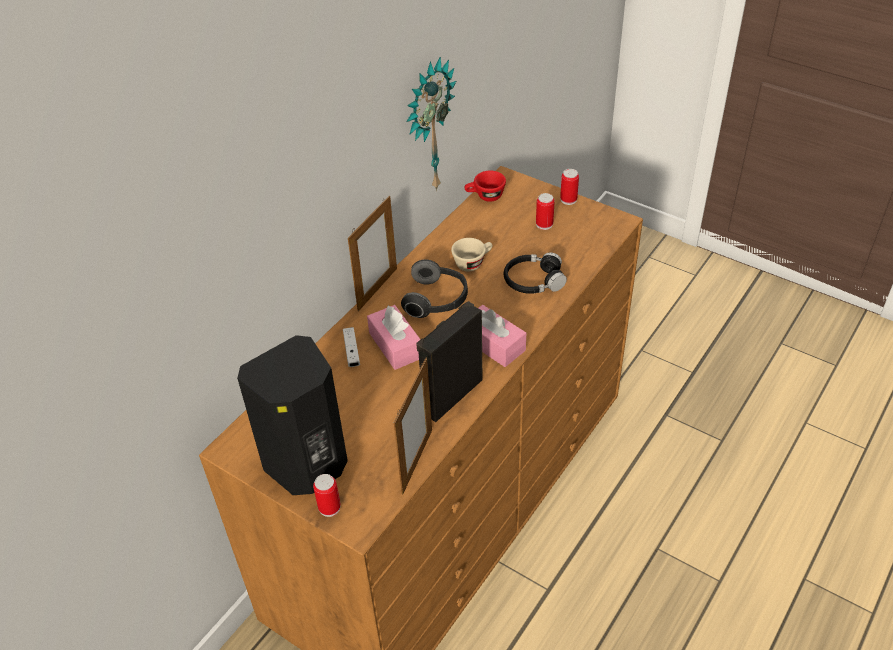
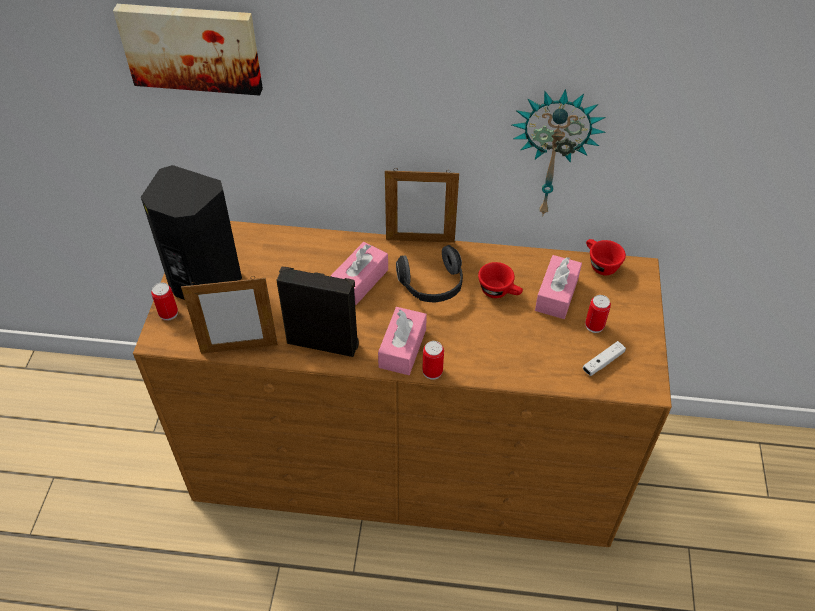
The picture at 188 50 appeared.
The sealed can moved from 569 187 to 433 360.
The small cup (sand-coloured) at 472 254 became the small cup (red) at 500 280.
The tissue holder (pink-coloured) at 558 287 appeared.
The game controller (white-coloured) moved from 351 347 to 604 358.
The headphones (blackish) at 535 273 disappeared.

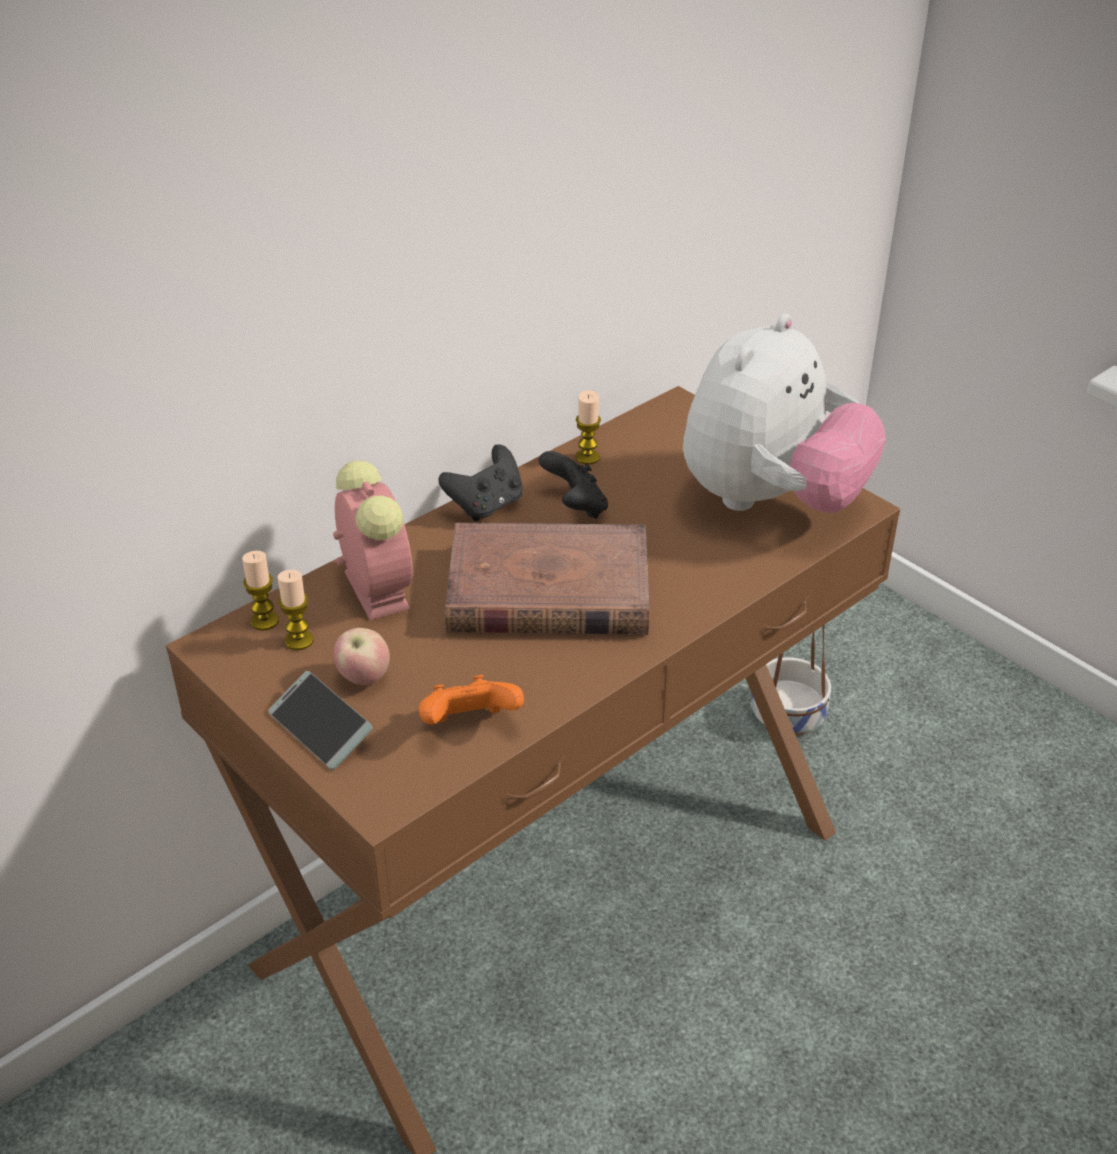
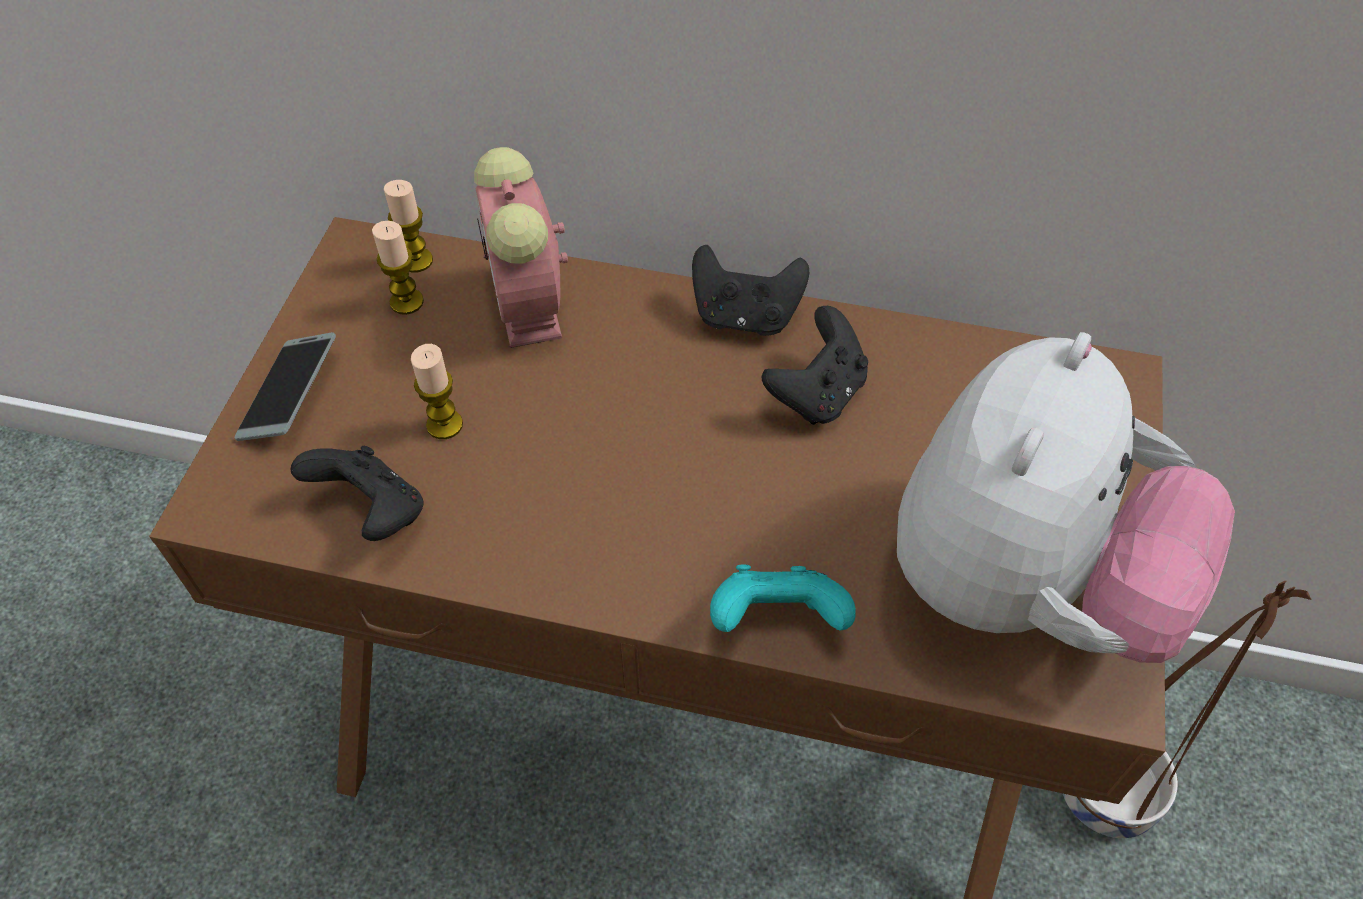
The game controller (orangey) at 471 699 became the game controller (blackish) at 357 493.
The wax candle moved from 588 427 to 437 391.
The alarm clock at 373 540 turned 135 degrees clockwise.
The game controller (blue-green) at 783 598 appeared.
The cuddly toy at 784 413 turned 60 degrees counterclockwise.
The whole apple at 361 656 disappeared.
The bound book (brown) at 547 579 disappeared.

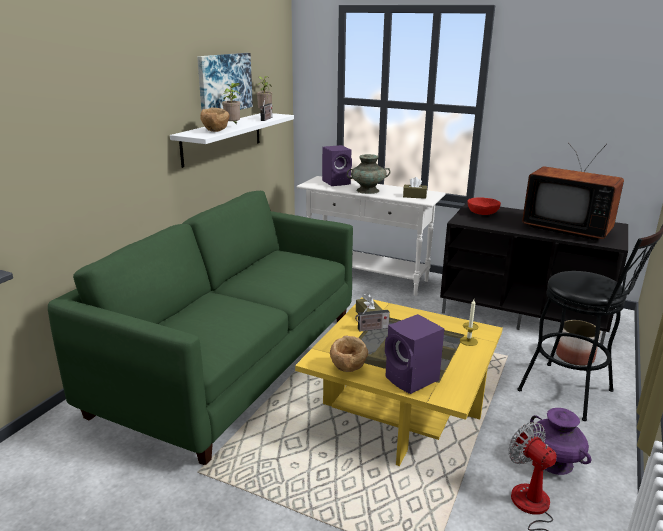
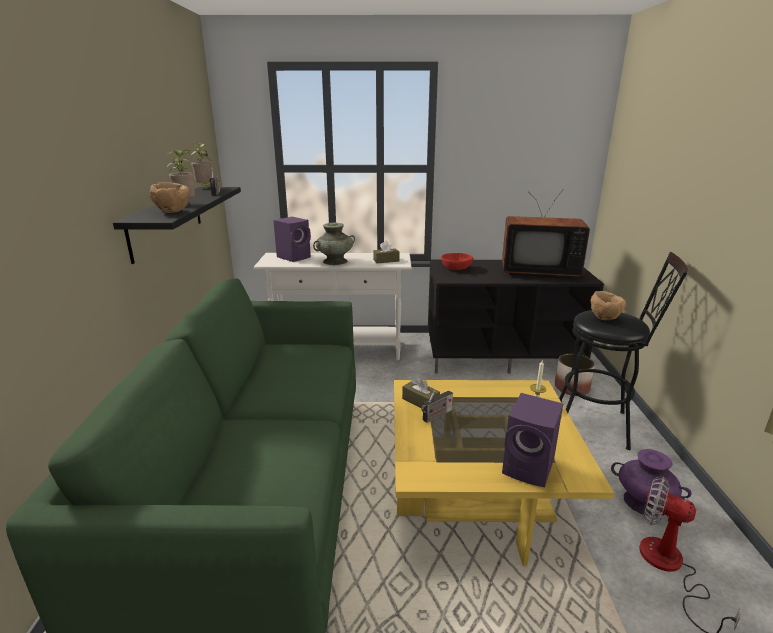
The wall shelf (white-coloured) at 232 140 became the wall shelf (blackish) at 177 225.
The serving bowl (brown) moved from 349 353 to 608 305.
The picture at 225 82 disappeared.

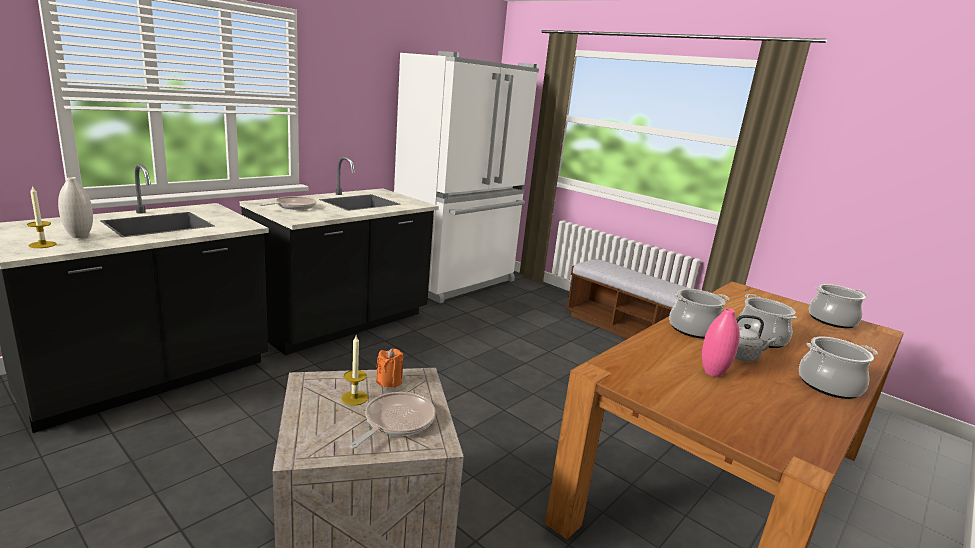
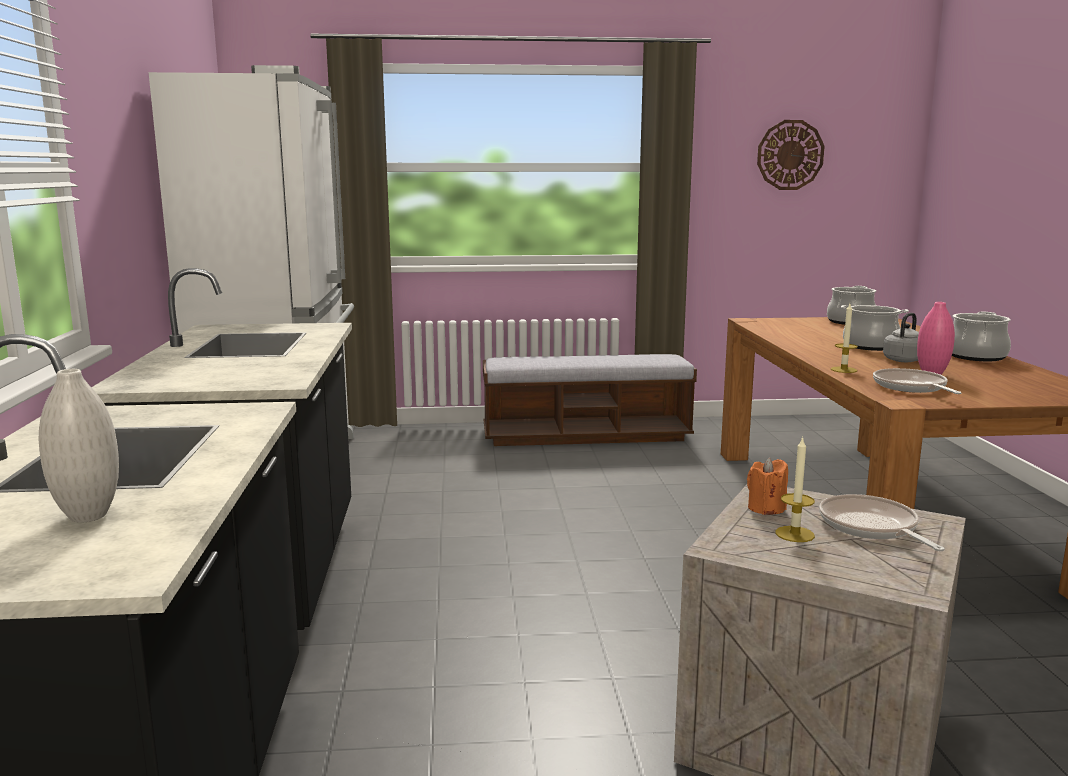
The wall clock at 791 155 appeared.
The wax candle moved from 42 216 to 844 338.
The pan moved from 288 203 to 917 381.
The cooking pot at 699 314 disappeared.

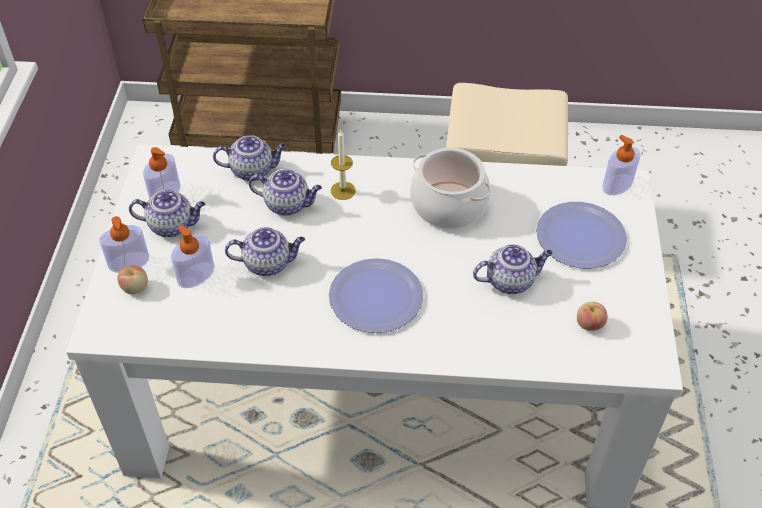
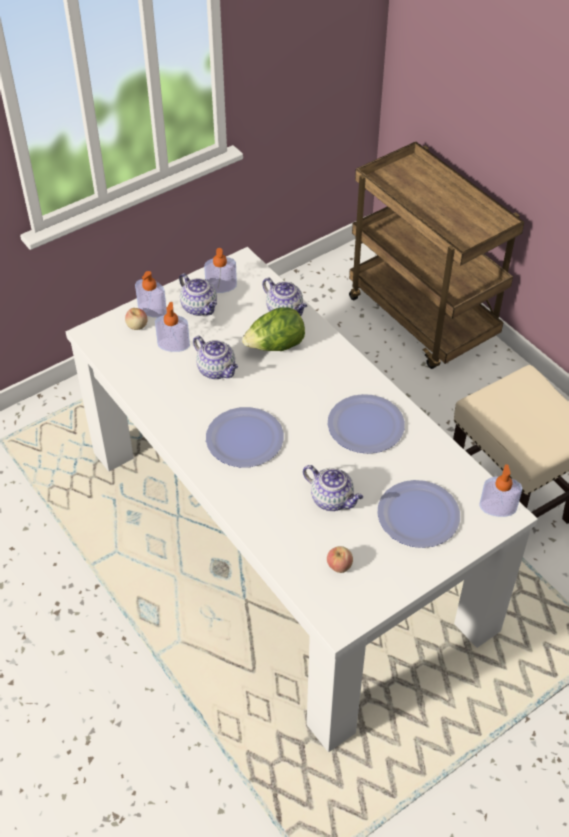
The tea pot at 285 192 was replaced by the lettuce at 273 329.
The cooking pot at 450 188 was replaced by the plate at 366 424.
The wax candle at 343 164 disappeared.

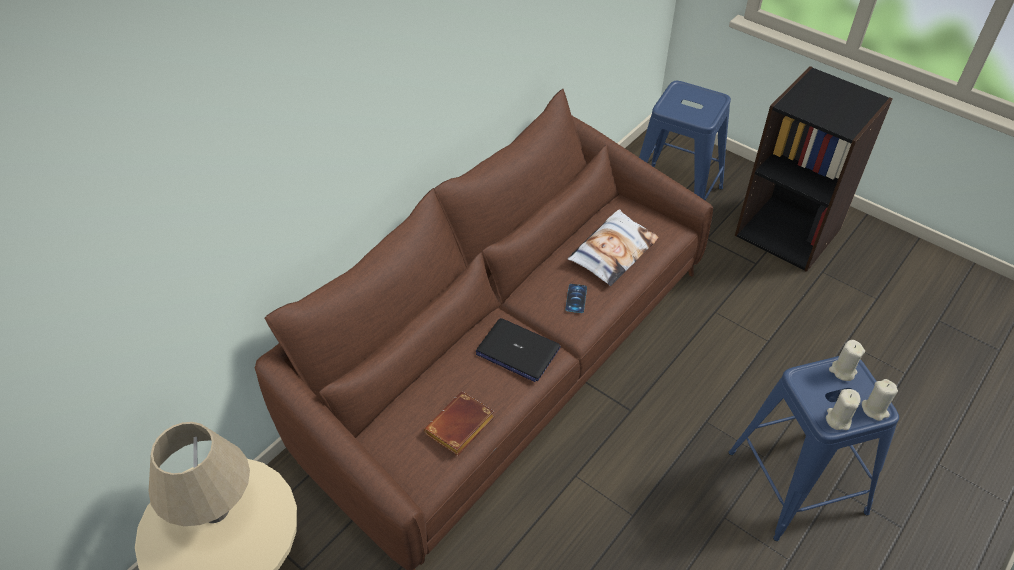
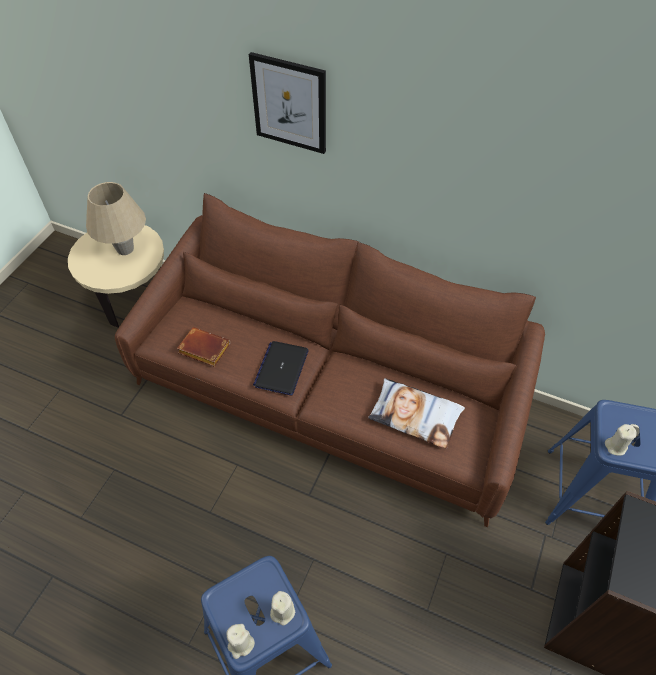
The picture at 287 103 appeared.
The wax candle (sand-coloured) moved from 843 409 to 620 440.
The handset at 576 298 disappeared.

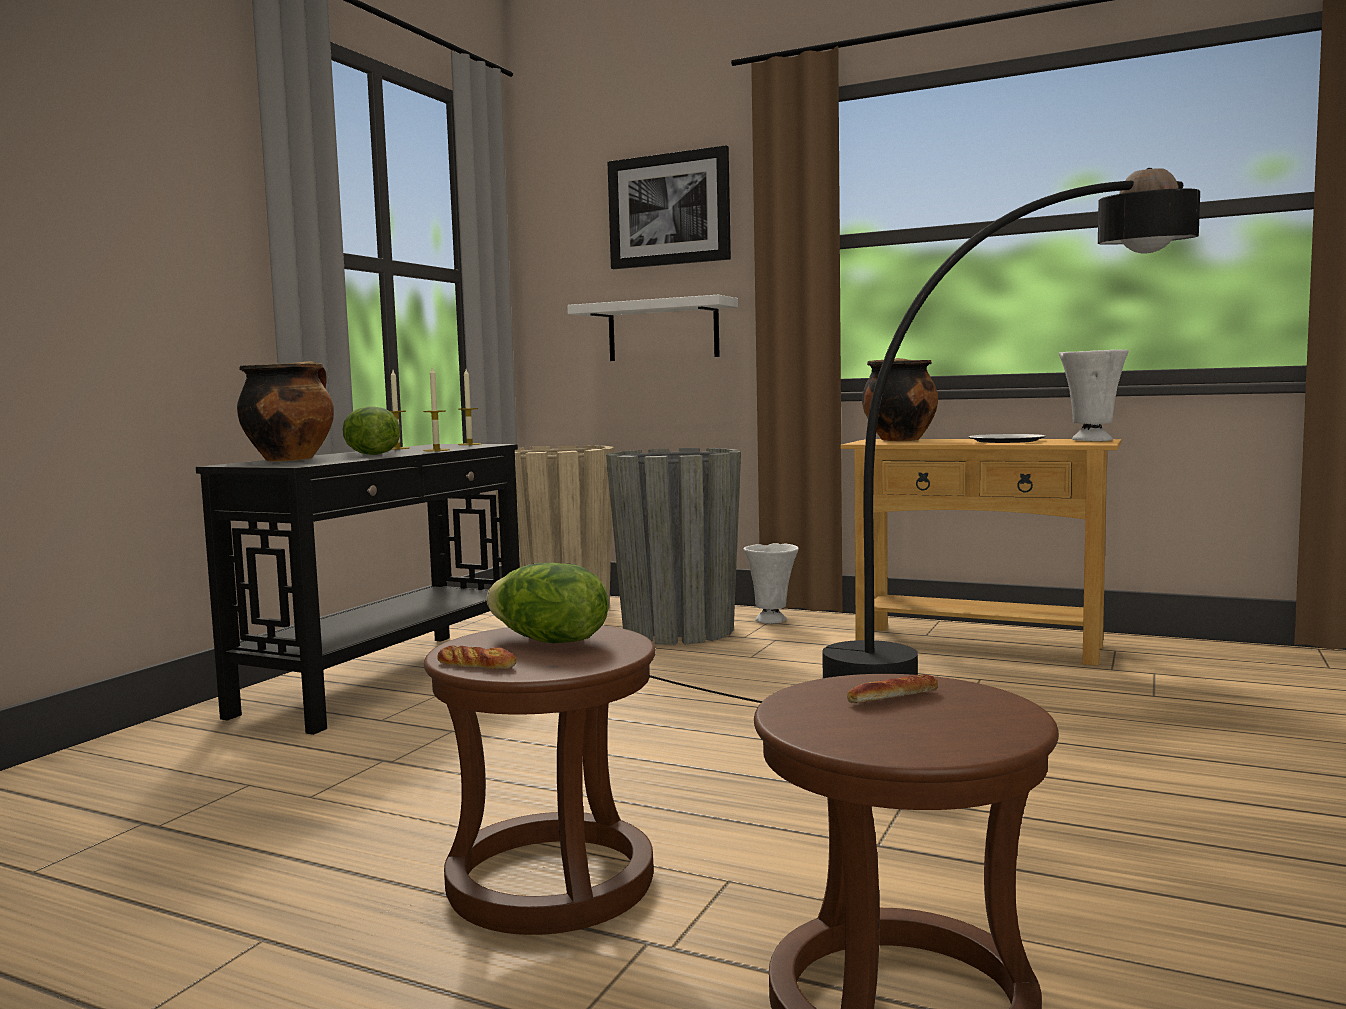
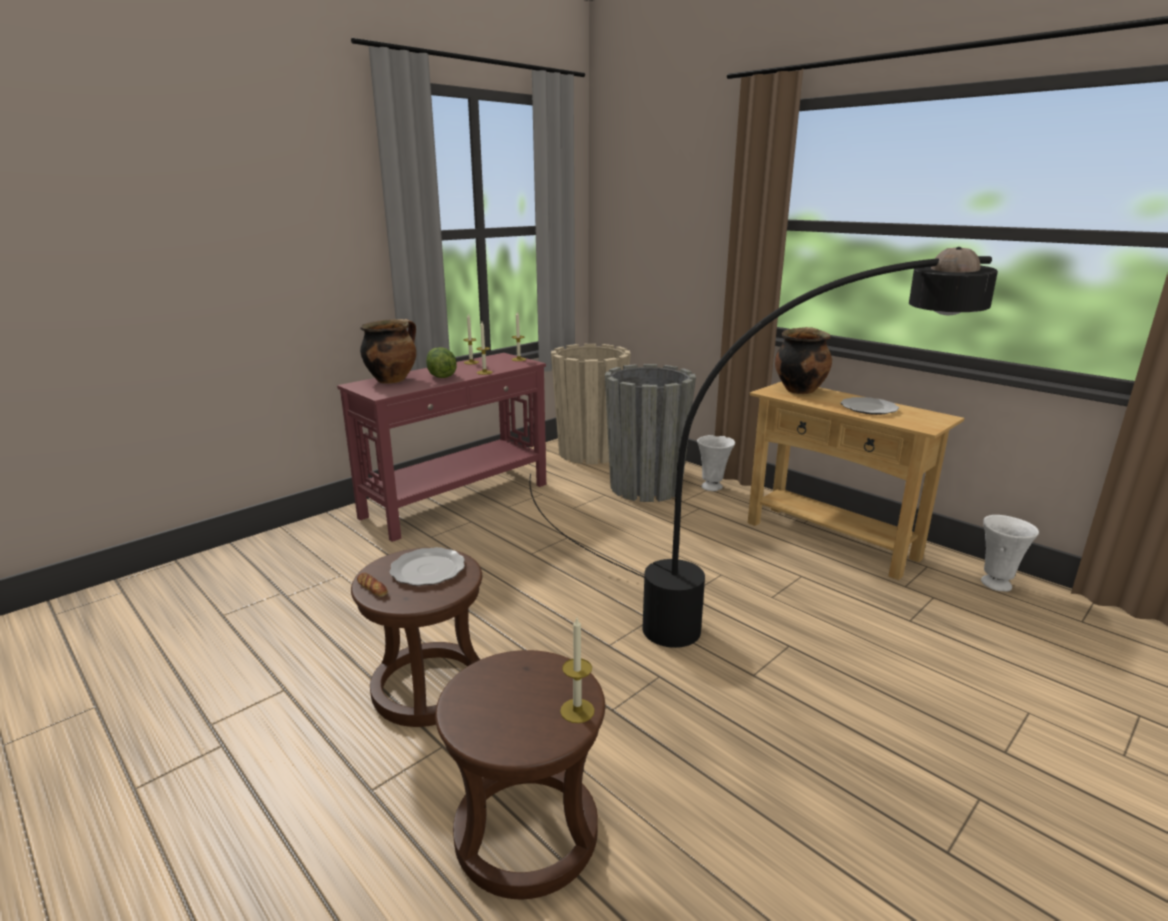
The hall table (blackish) at 358 589 became the hall table (red) at 441 447.
The lettuce at 547 602 was replaced by the plate at 427 566.
The wax candle at 577 670 appeared.
The vase (white-coloured) moved from 1094 395 to 1010 553.
The wall shelf (white-coloured) at 652 328 disappeared.
The picture at 669 207 disappeared.
The bread at 892 688 disappeared.

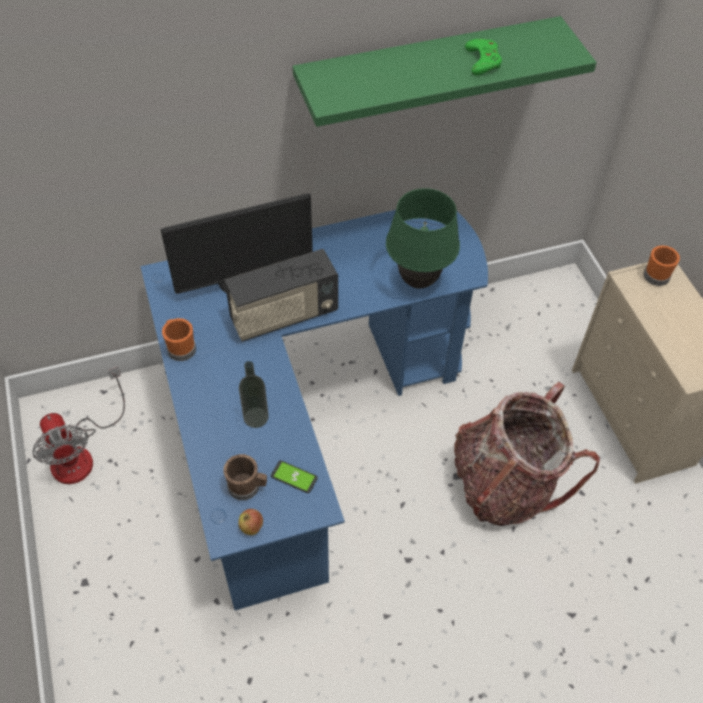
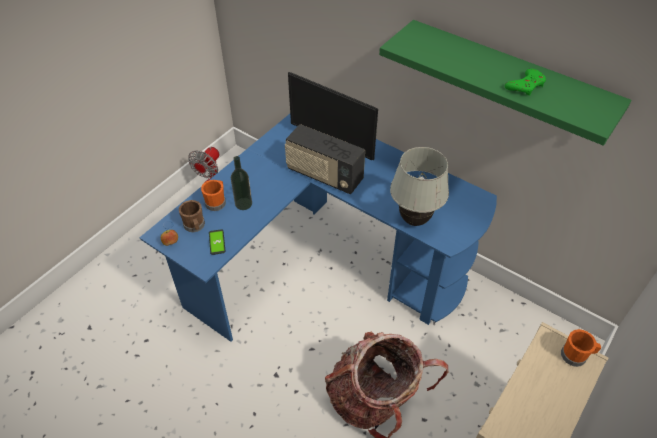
The tea mug (orangey) moved from 179 339 to 213 195.
The lamp for a table (greenish) at 423 238 became the lamp for a table (white-coloured) at 419 186.

